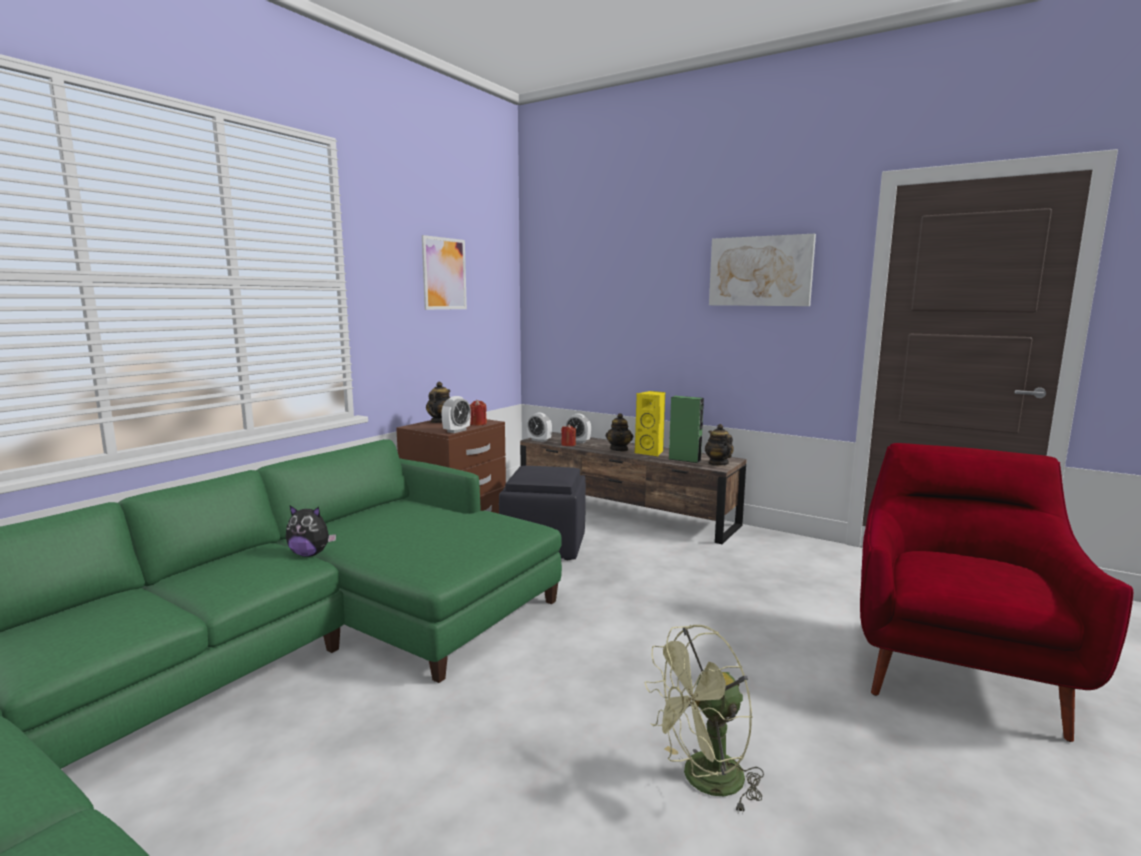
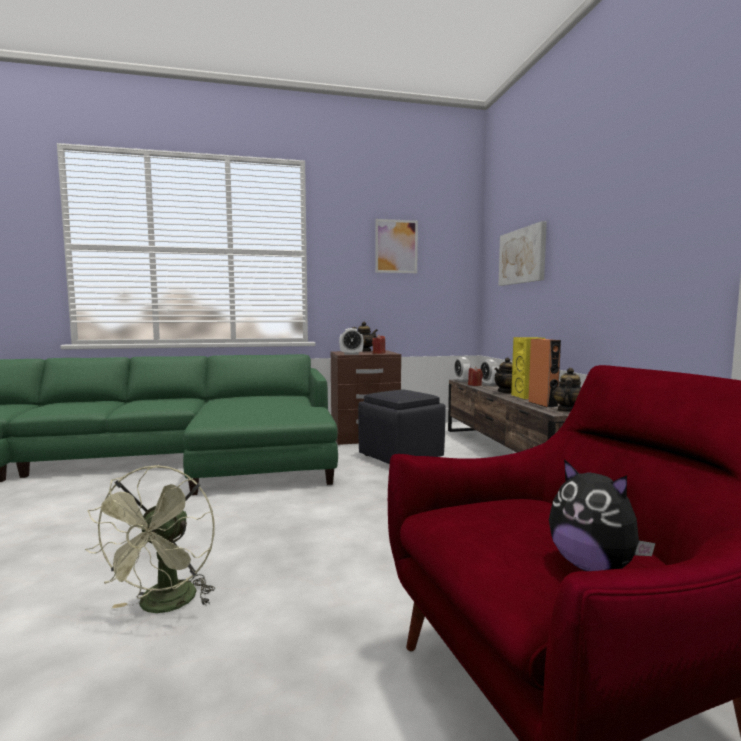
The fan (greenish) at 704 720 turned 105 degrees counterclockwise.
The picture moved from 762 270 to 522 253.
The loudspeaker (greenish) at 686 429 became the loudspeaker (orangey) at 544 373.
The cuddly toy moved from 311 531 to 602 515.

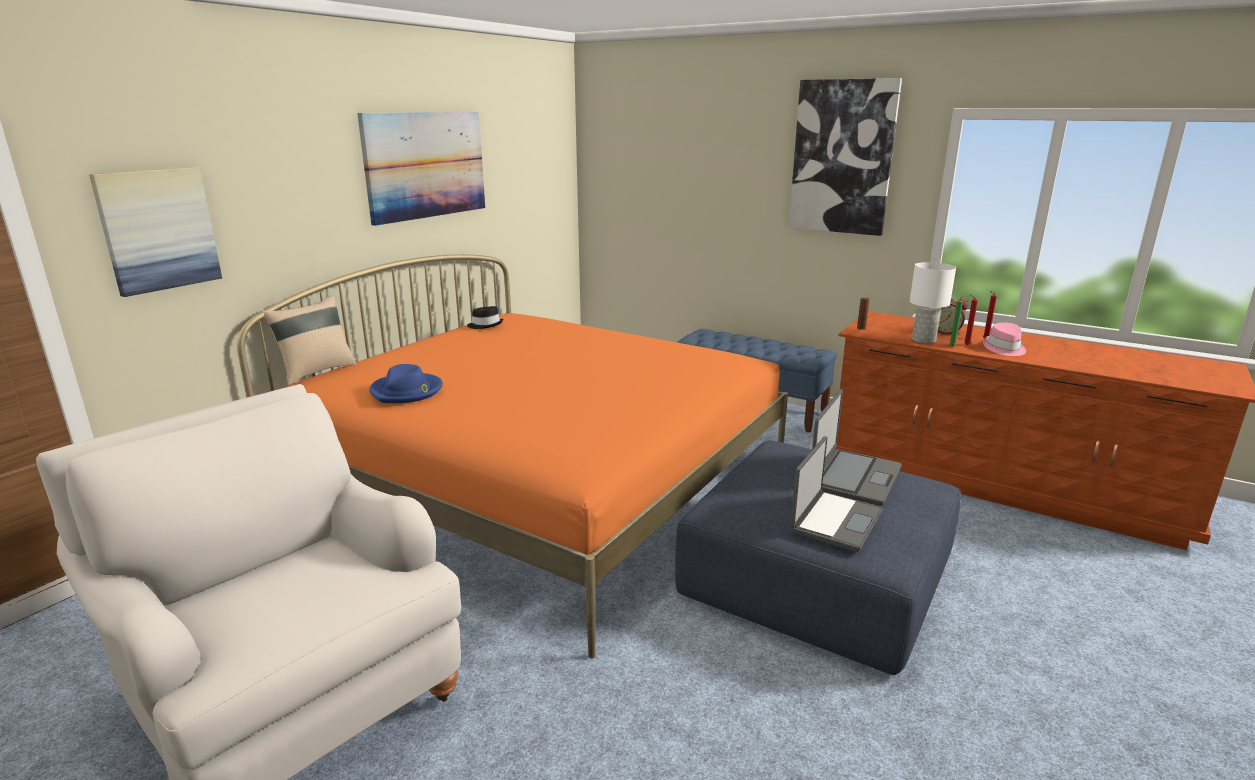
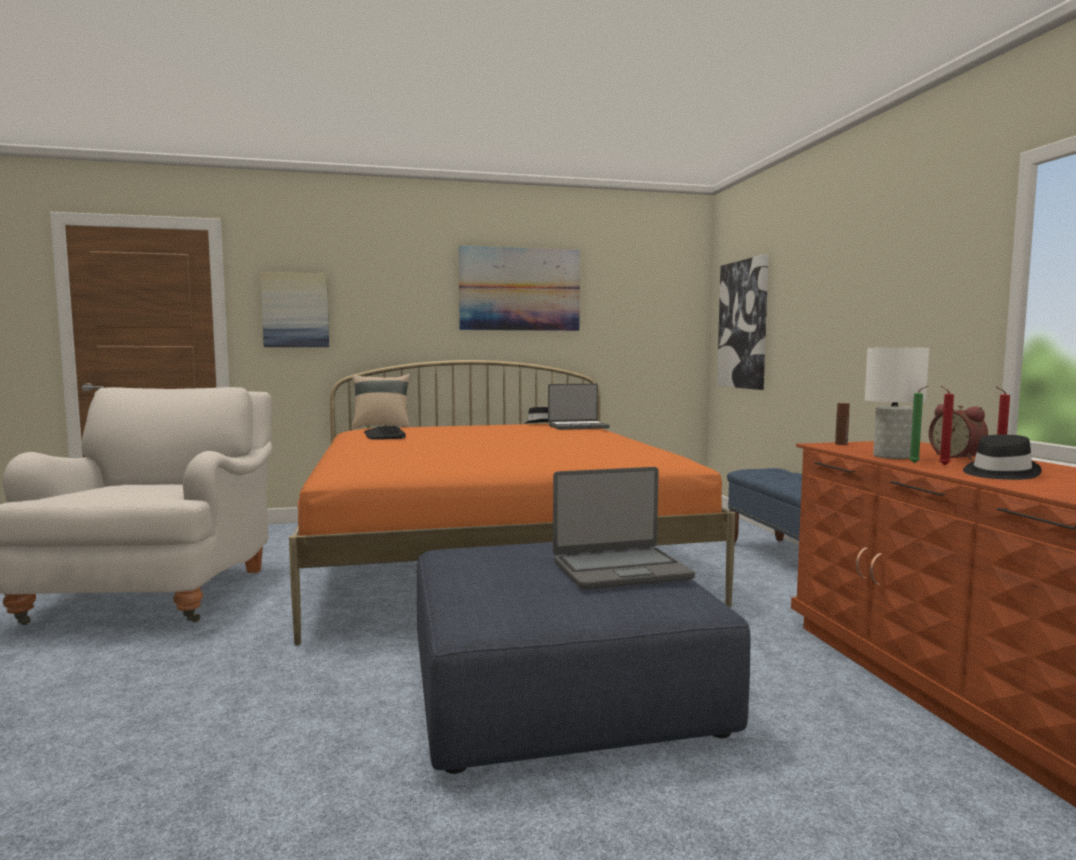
The hat (blue) at 406 383 was replaced by the computer keyboard at 385 432.
The portable computer moved from 837 494 to 579 407.
The picture moved from 845 157 to 743 322.
The hat (pink-coloured) at 1004 339 became the hat (blackish) at 1002 457.

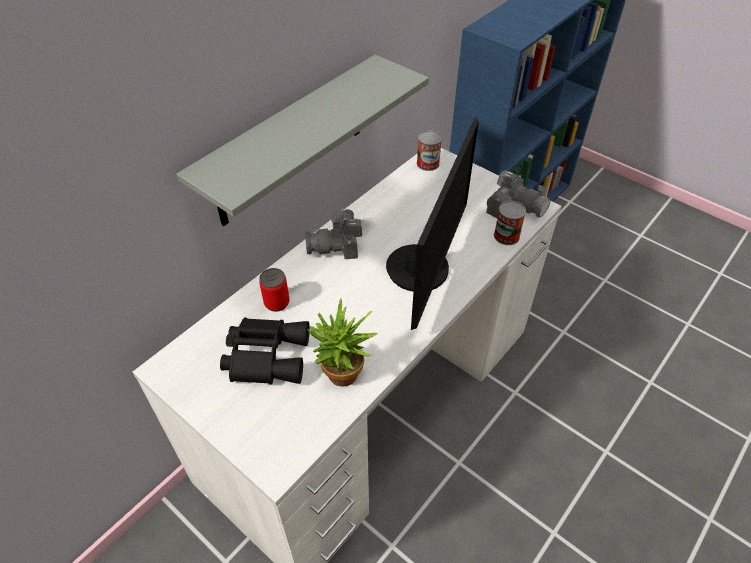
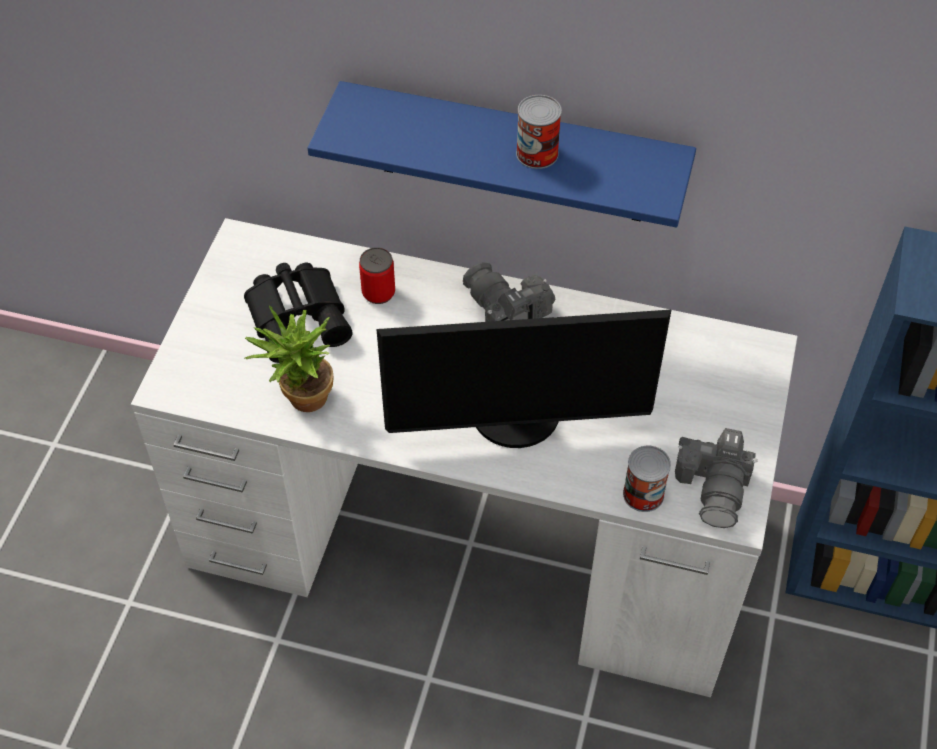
The wall shelf (greyish) at 302 140 became the wall shelf (blue) at 502 154.
The sealed can moved from 429 150 to 539 132.

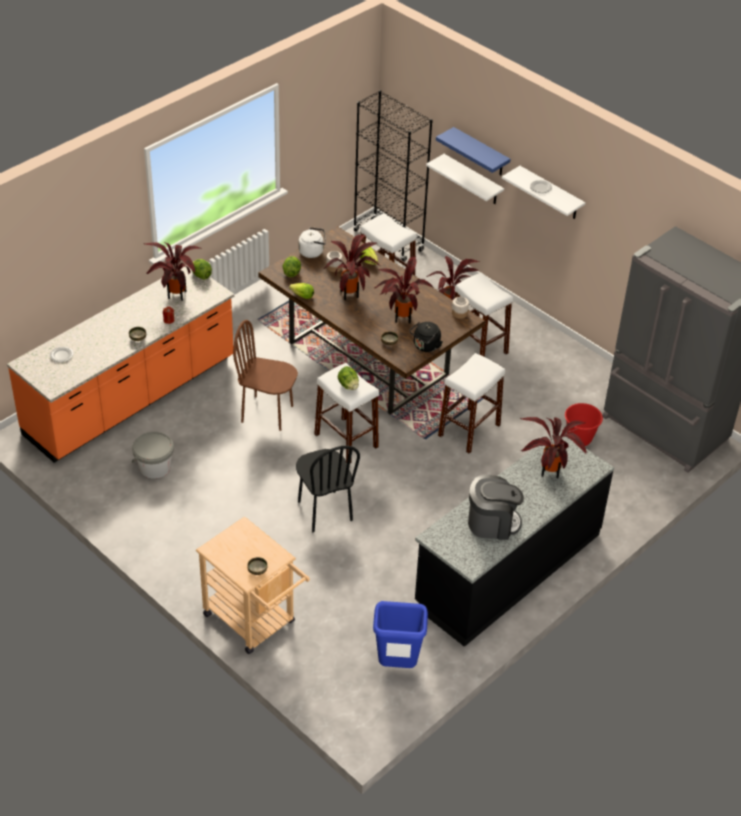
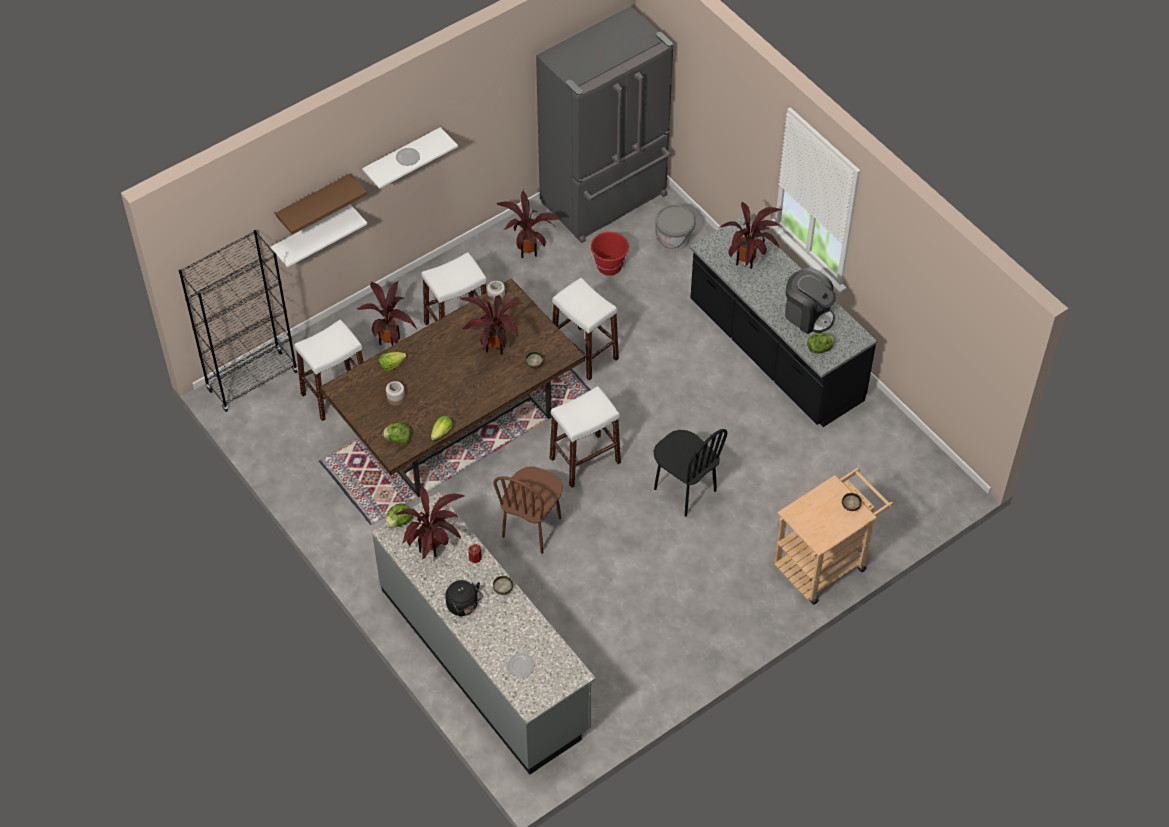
The wall shelf (blue) at 473 151 became the wall shelf (brown) at 321 204.
The counter (orangey) at 120 364 became the counter (greyish) at 484 633.
The water kettle (blackish) moved from 426 337 to 464 598.
The plant in a pot moved from 351 267 to 529 224.
The chair (blackish) at 328 489 turned 60 degrees clockwise.
The water bucket (greyish) moved from 153 455 to 675 227.
The coffee maker at 496 507 turned 120 degrees clockwise.
The lettuce moved from 348 378 to 821 343.
The water kettle (white-coloured) at 312 242 disappeared.
The rubbish bin (blue) at 400 634 disappeared.

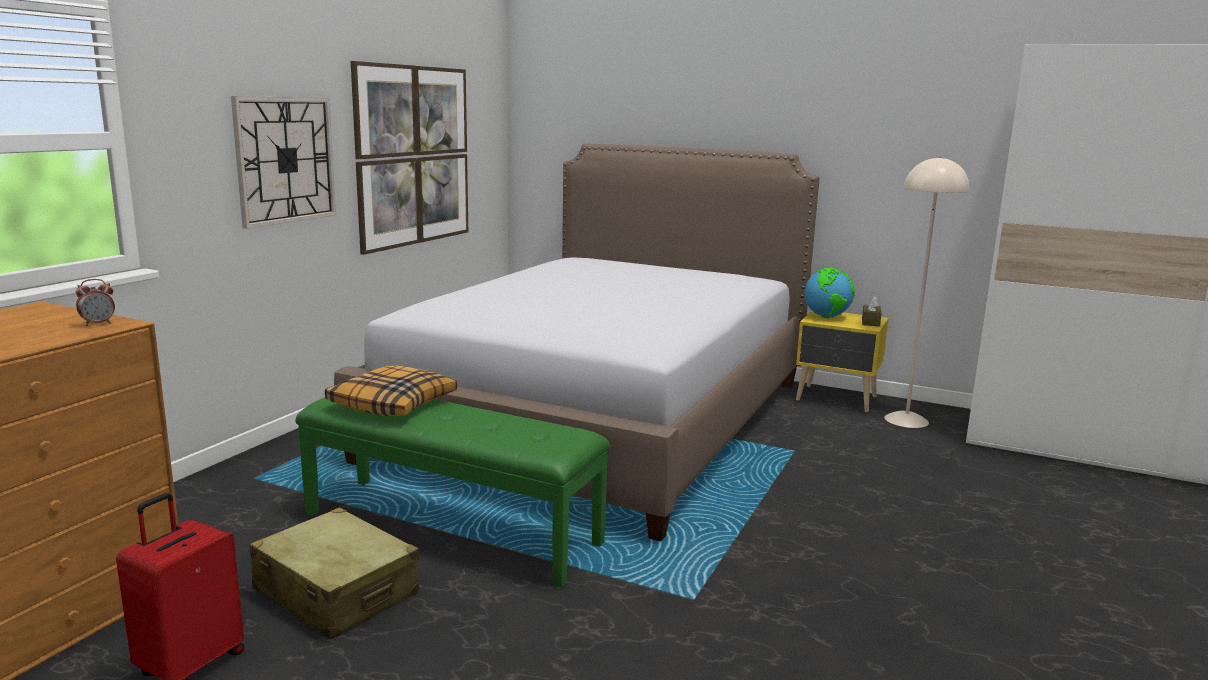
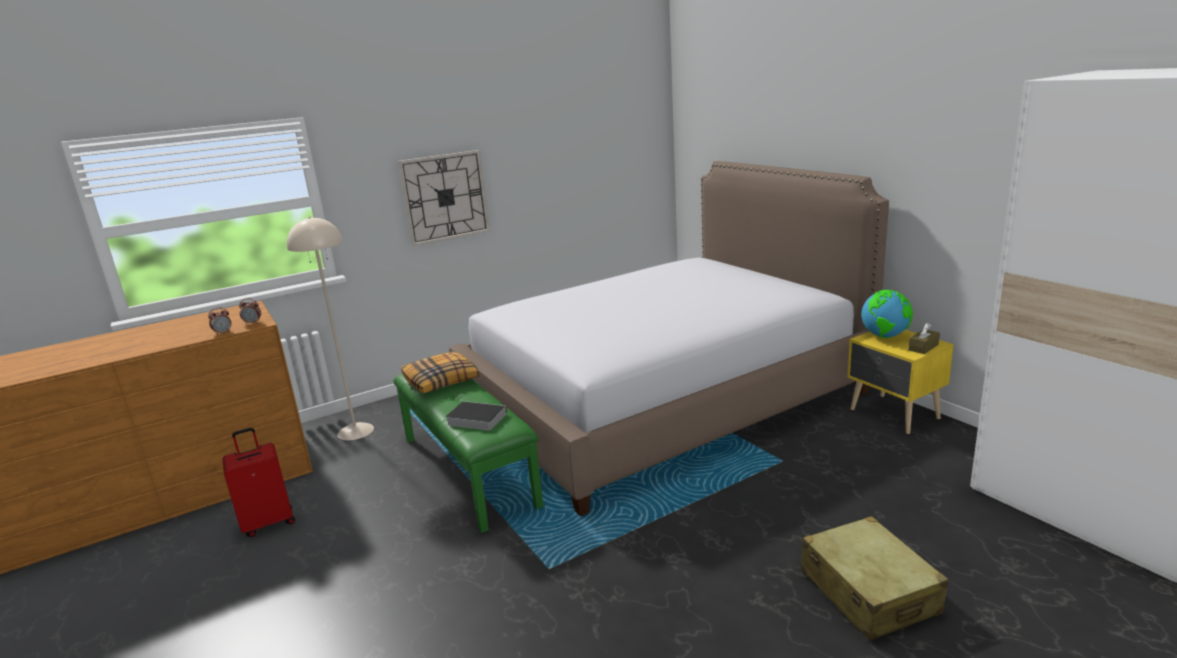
The alarm clock at 219 321 appeared.
The floor lamp (sand-coloured) moved from 926 292 to 330 328.
The bound book at 476 416 appeared.
The travel case (sand-coloured) moved from 334 573 to 874 578.
The picture at 409 158 disappeared.

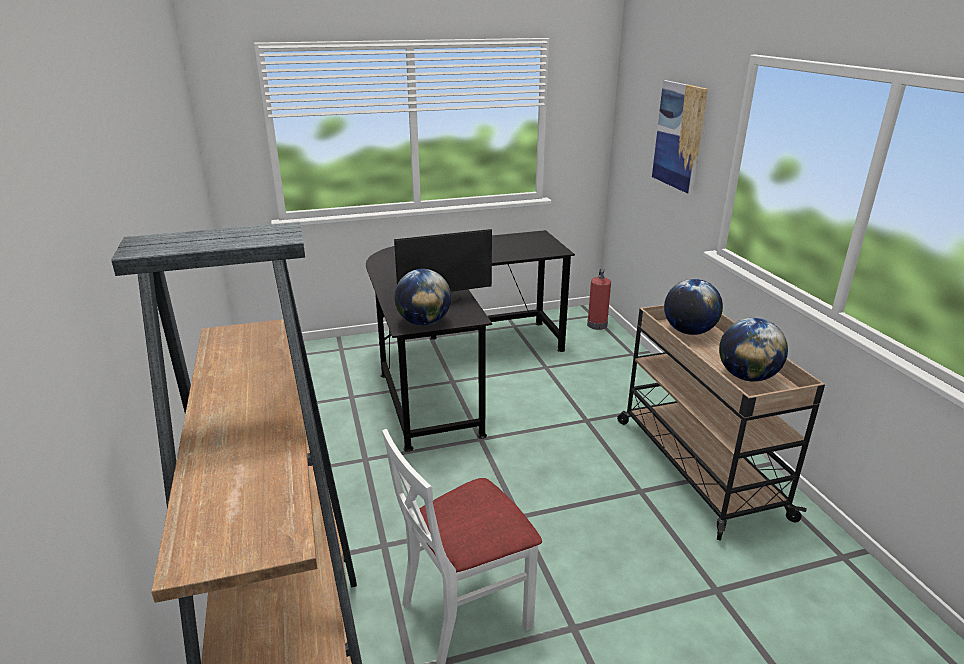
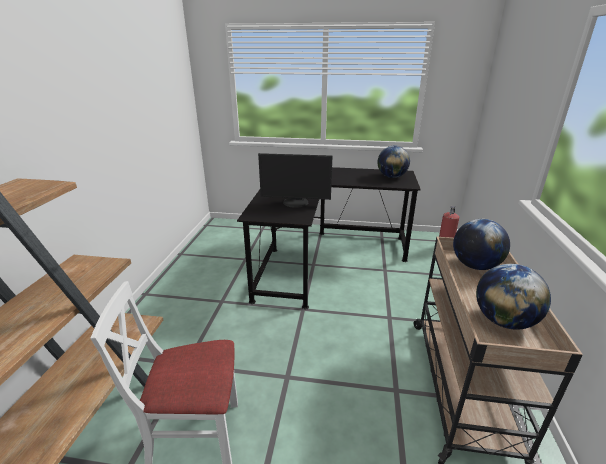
The desk globe moved from 423 297 to 394 162.
The picture at 680 137 disappeared.

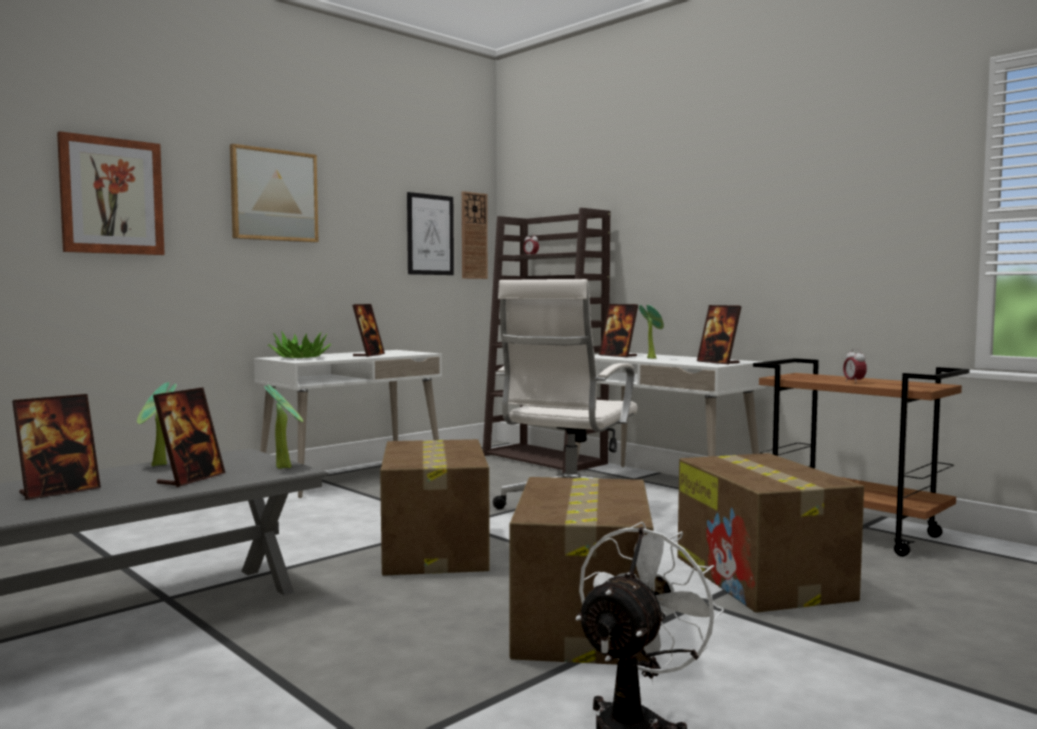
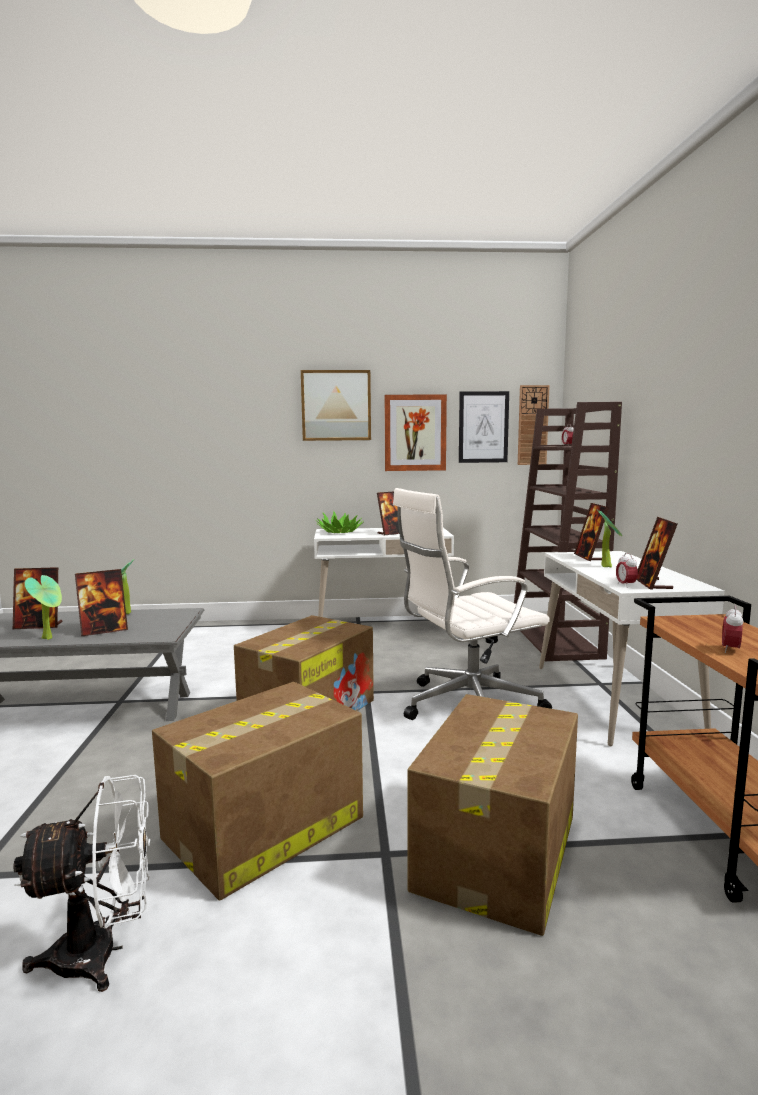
The plant in a pot moved from 283 426 to 43 607.
The picture moved from 111 193 to 415 432.
The alarm clock at 627 569 appeared.

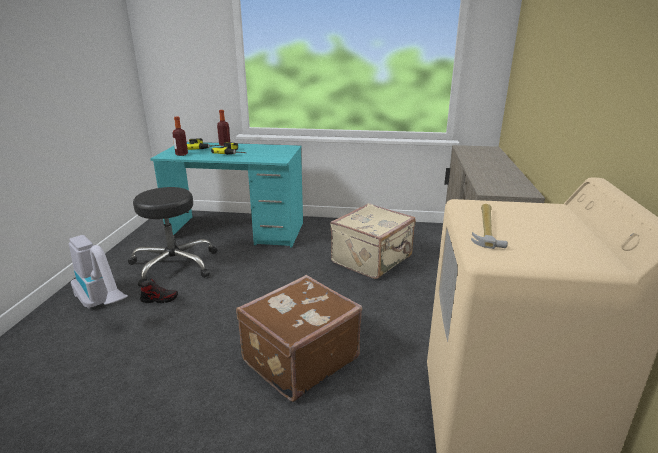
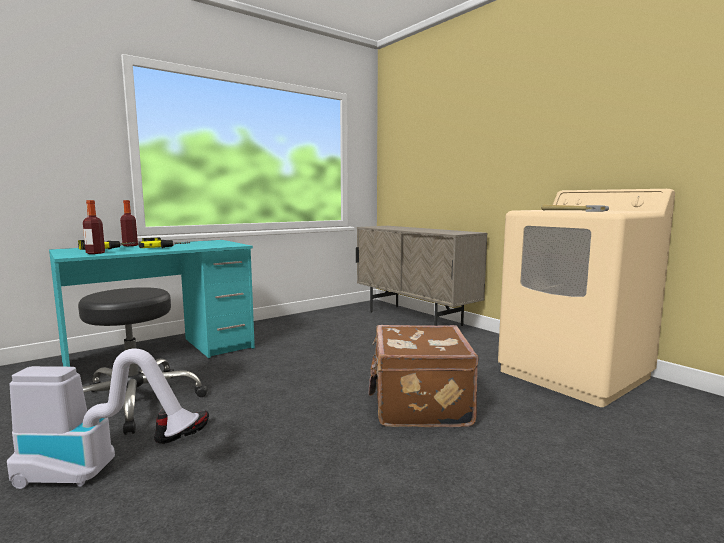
The travel case (sand-coloured) at 373 241 disappeared.

